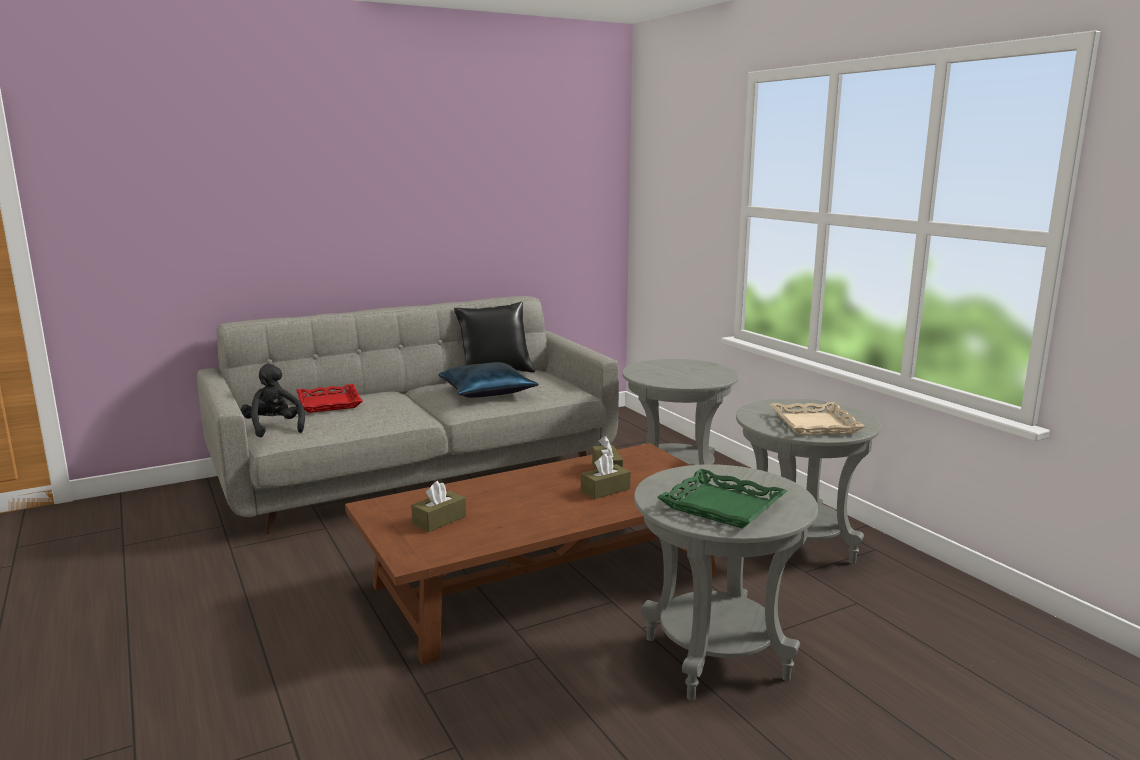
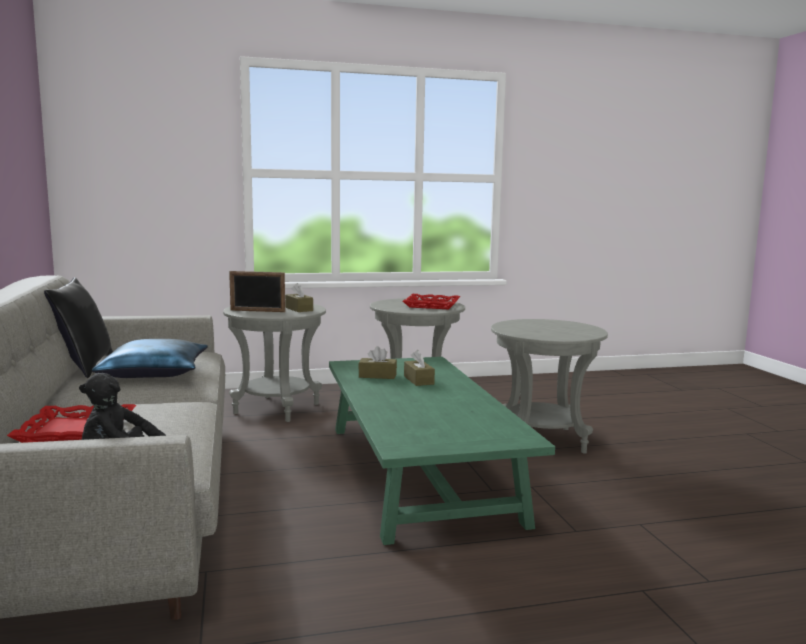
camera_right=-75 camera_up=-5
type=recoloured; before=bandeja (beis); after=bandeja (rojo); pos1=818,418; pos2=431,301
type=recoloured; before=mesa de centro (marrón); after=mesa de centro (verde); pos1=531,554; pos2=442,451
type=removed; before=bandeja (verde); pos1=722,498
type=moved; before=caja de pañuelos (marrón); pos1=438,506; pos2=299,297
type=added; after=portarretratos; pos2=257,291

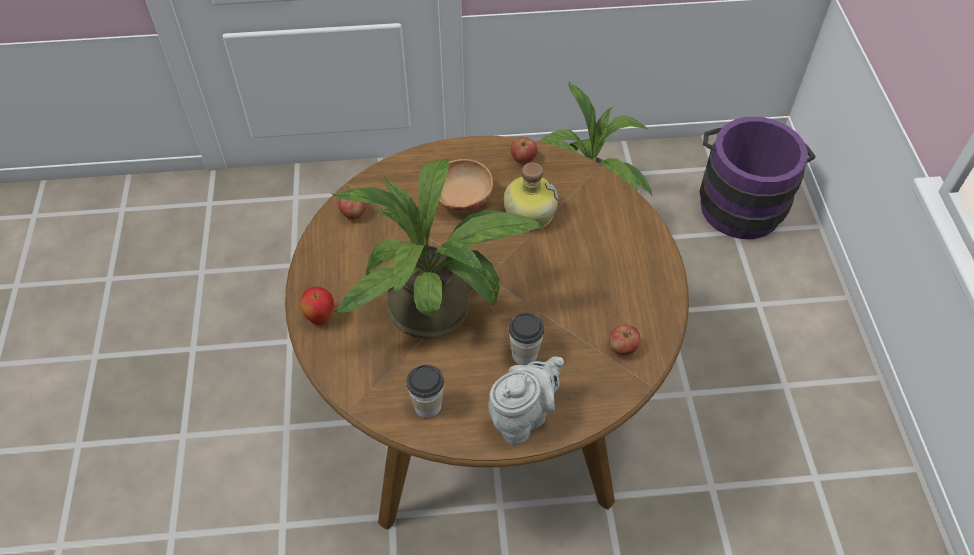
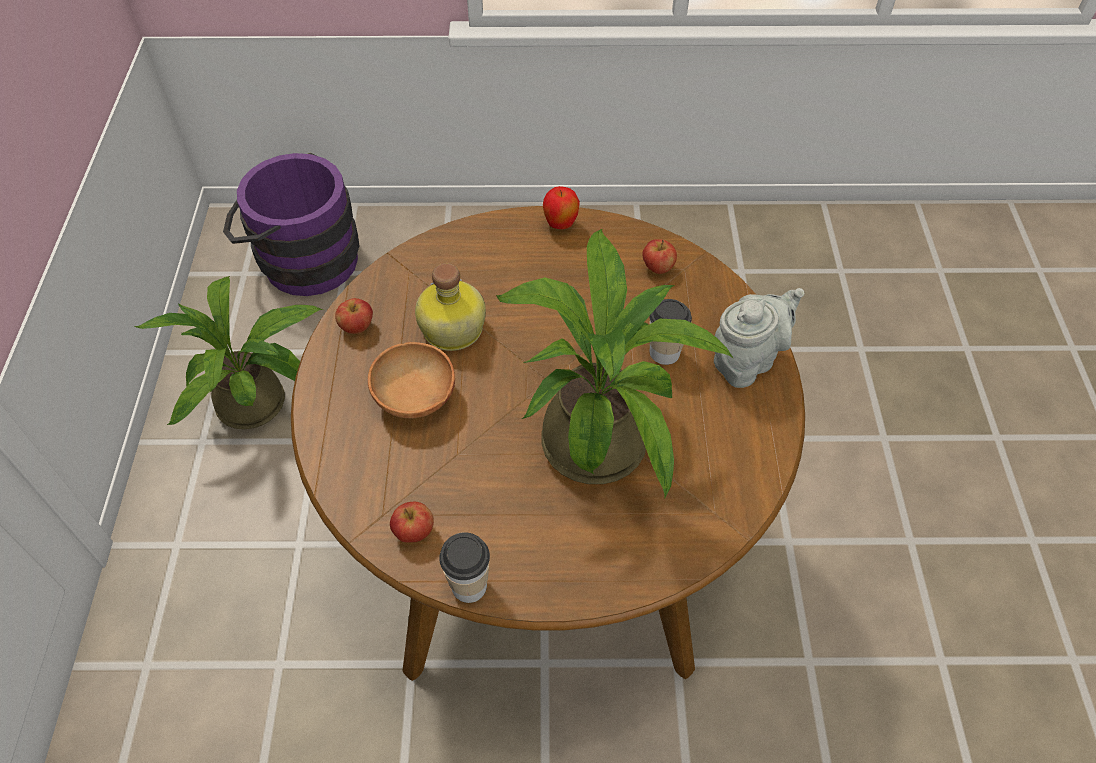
camera_right=-85 camera_up=0
type=moved; before=manzana; pos1=317,306; pos2=561,207
type=turned; before=tetera (gris); pos1=526,400; pos2=759,338; turn=90
type=moved; before=taza; pos1=425,391; pos2=464,567

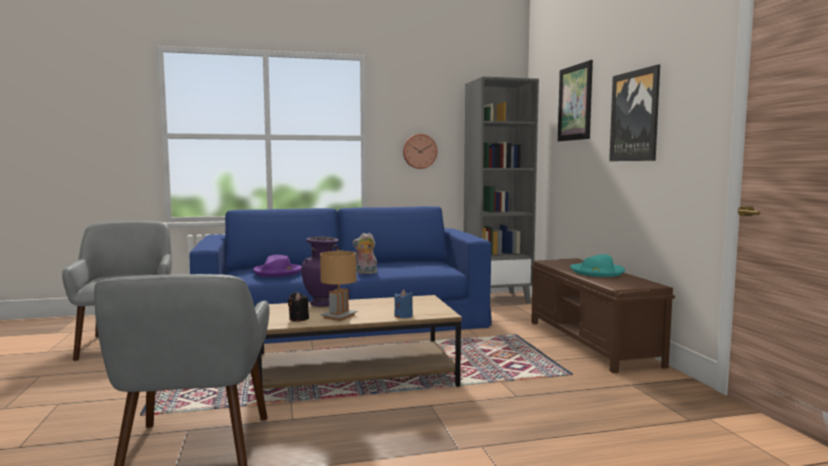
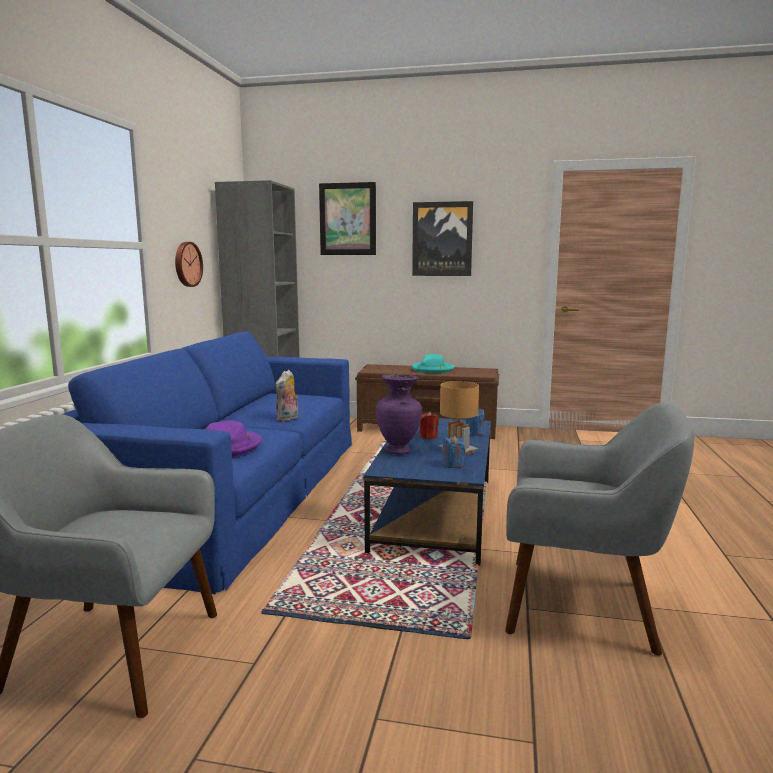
camera_right=-65 camera_up=5
type=recoloured; before=vela (negro); after=vela (azul); pos1=298,307; pos2=453,451
type=recoloured; before=mesa de centro (marrón); after=mesa de centro (azul); pos1=359,342; pos2=427,491
type=added; after=vela (rojo); pos2=429,425

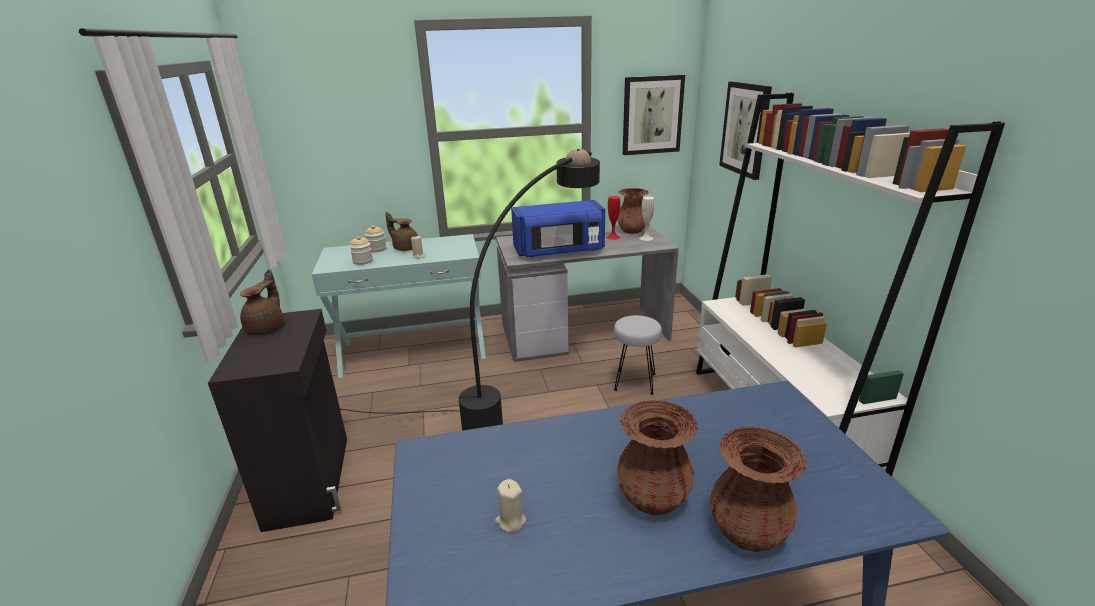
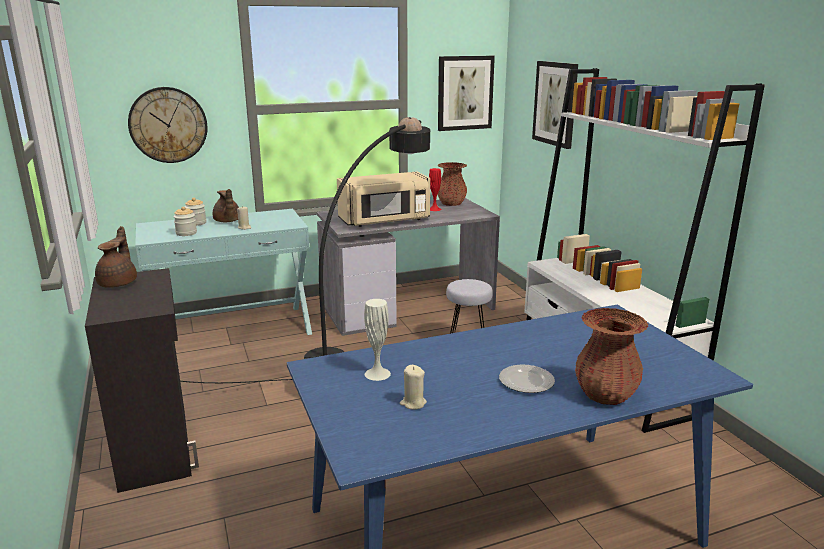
camera_right=-10 camera_up=-5
type=moved; before=florero (blanco); pos1=647,219; pos2=377,340
type=recoloured; before=microondas (azul); after=microondas (beis); pos1=558,228; pos2=383,199
type=turned; before=tetera (marrón); pos1=401,231; pos2=226,205; turn=-135
type=replaced; before=florero (marrón); after=plato; pos1=657,457; pos2=527,379
type=added; after=reloj de pared; pos2=167,125

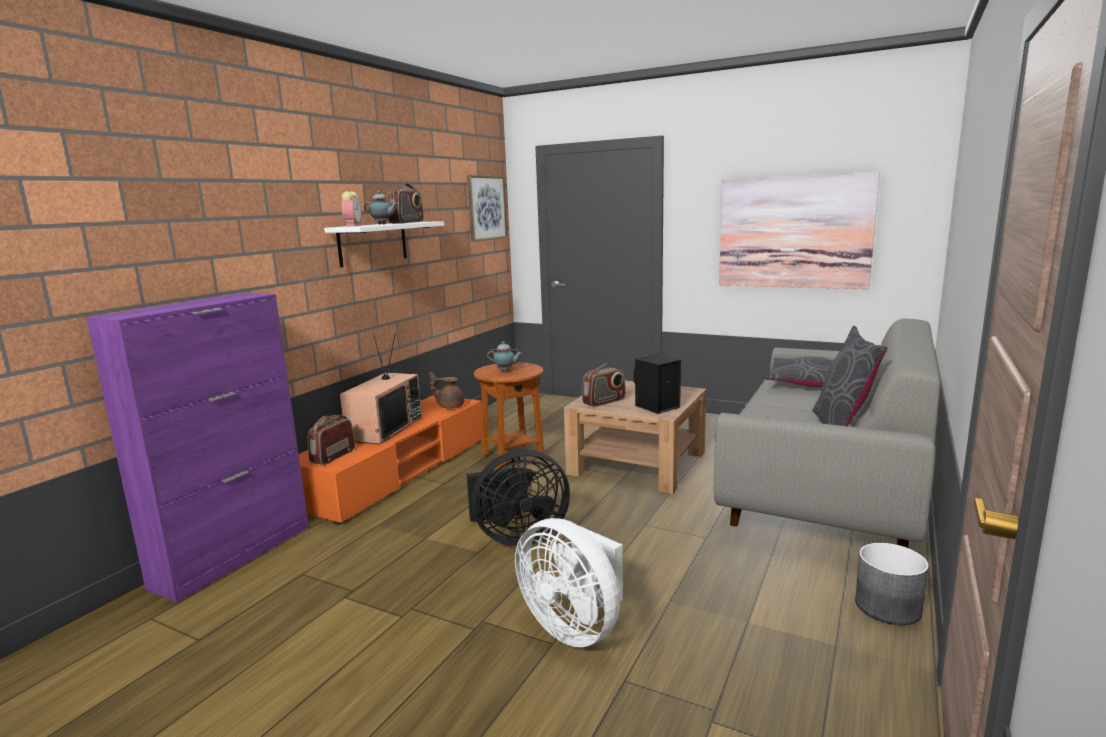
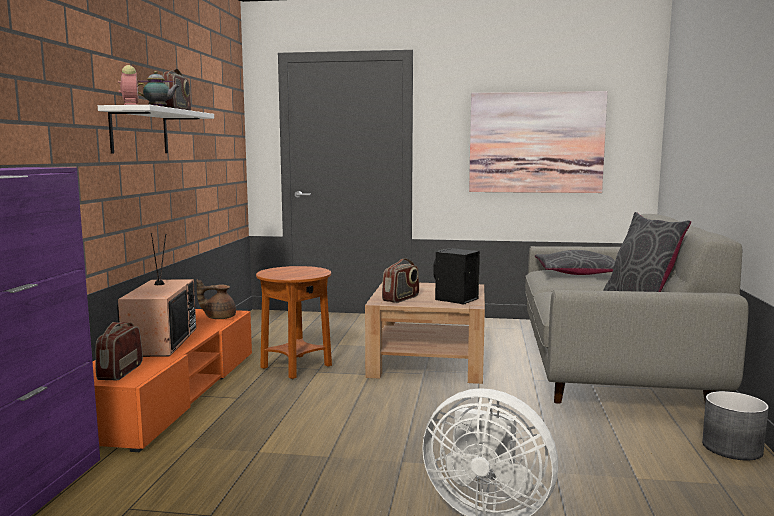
camera_right=-20 camera_up=-5
type=removed; before=cuadro; pos1=487,208
type=removed; before=tetera; pos1=505,356
type=removed; before=ventilador (negro); pos1=518,497

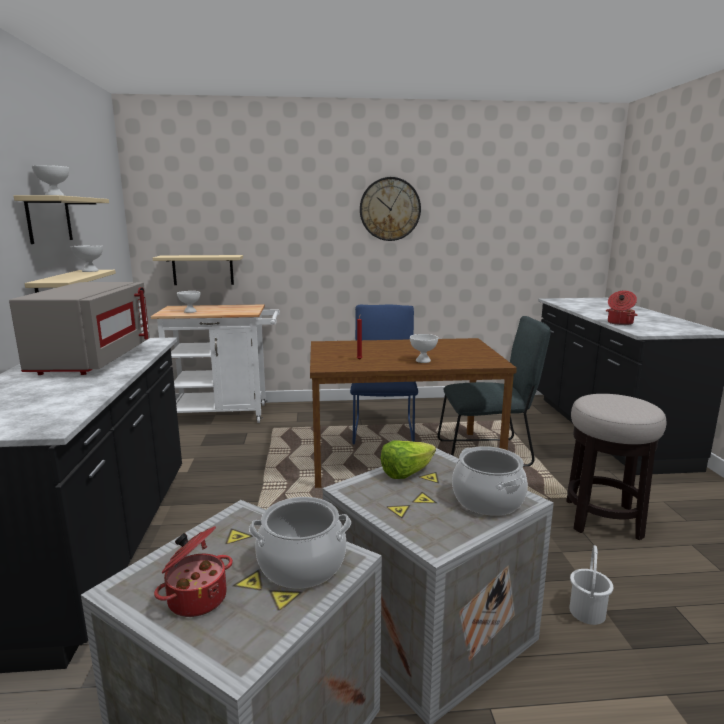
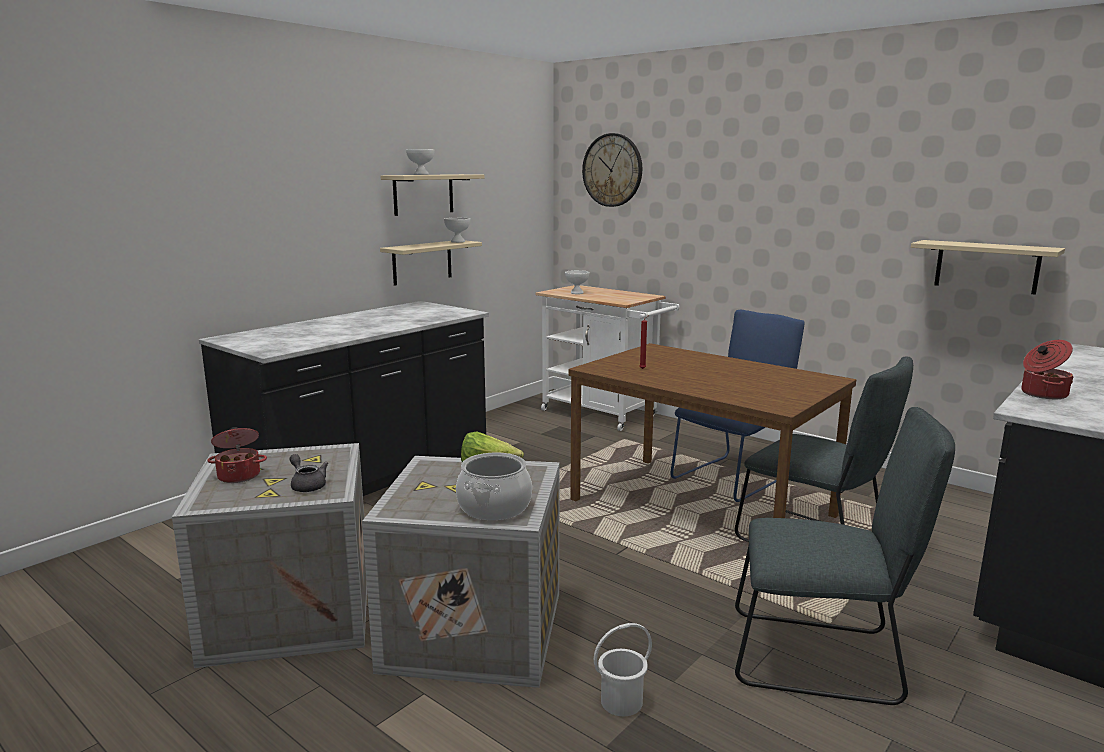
camera_right=45 camera_up=0
type=moved; before=reloj de pared; pos1=390,209; pos2=612,170
type=moved; before=estante (beis); pos1=197,270; pos2=988,267
type=removed; before=microondas (gris); pos1=79,328
type=removed; before=cuenco (blanco); pos1=424,348
type=replaced; before=taburete; after=silla (gris); pos1=616,467; pos2=845,556
type=replaced; before=olla; after=tetera (gris); pos1=300,542; pos2=309,473

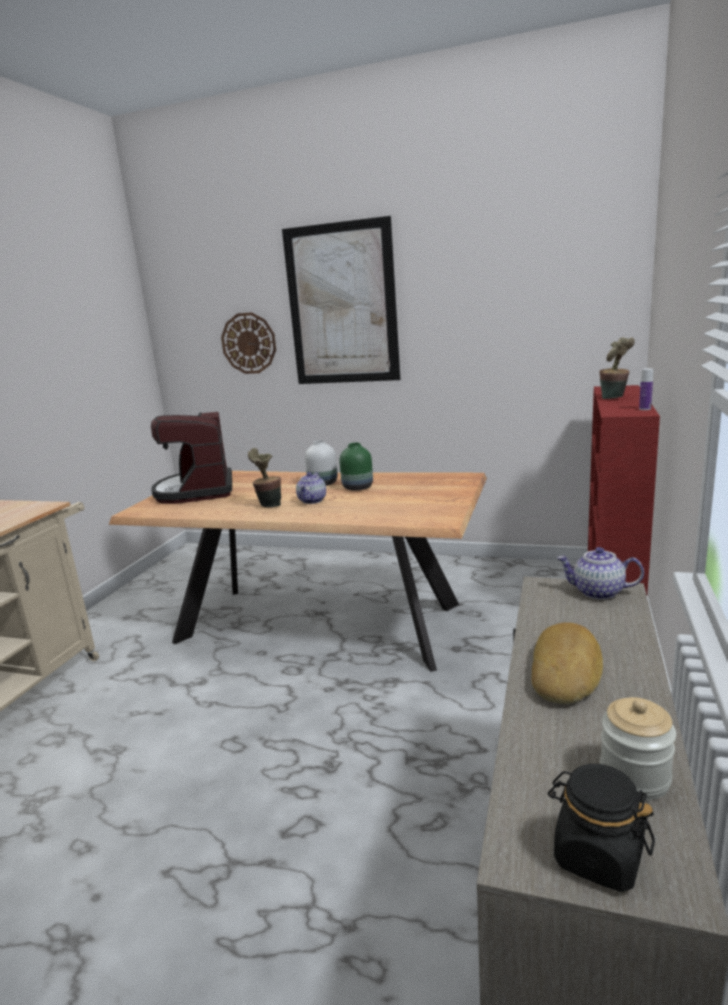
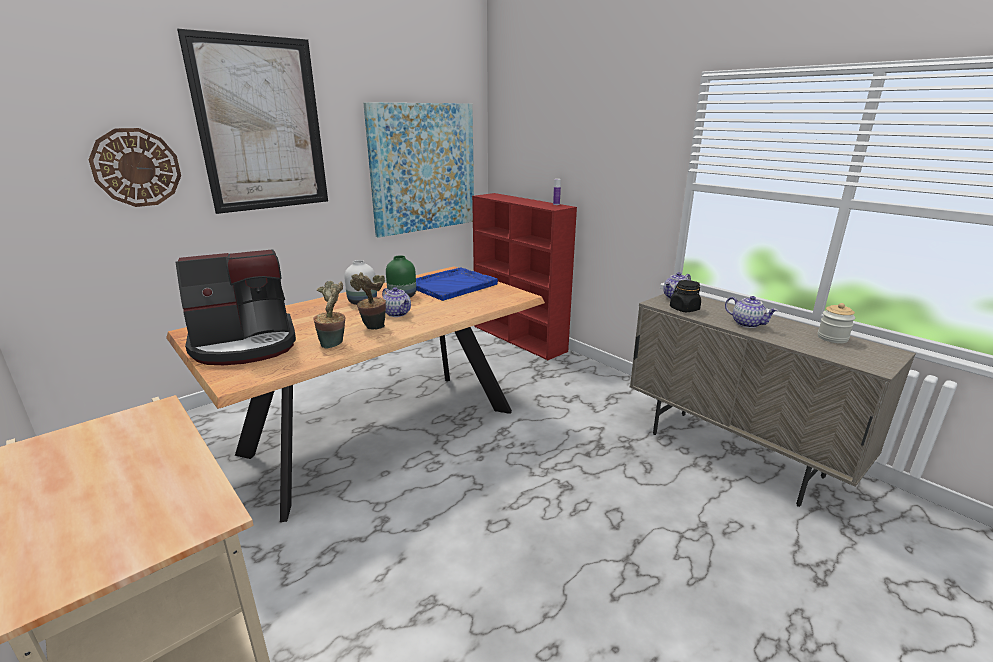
camera_right=-60 camera_up=5
type=moved; before=planta en maceta; pos1=617,368; pos2=329,314
type=turned; before=cafetera; pos1=191,458; pos2=235,307; turn=-45
type=replaced; before=pan; after=tetera; pos1=567,663; pos2=751,312
type=moved; before=tarro (negro); pos1=601,828; pos2=685,296
type=added; after=cuadro; pos2=419,170
type=added; after=bandeja (azul); pos2=457,284

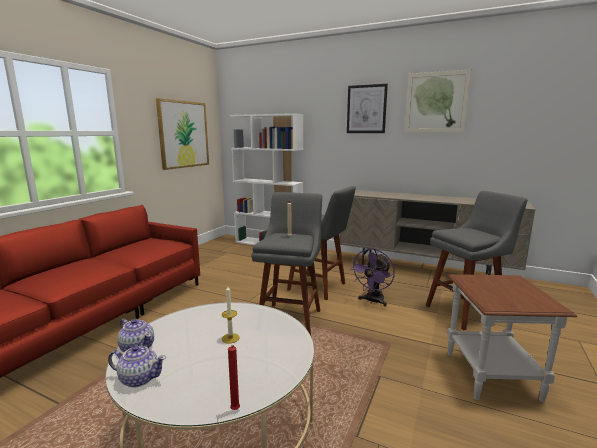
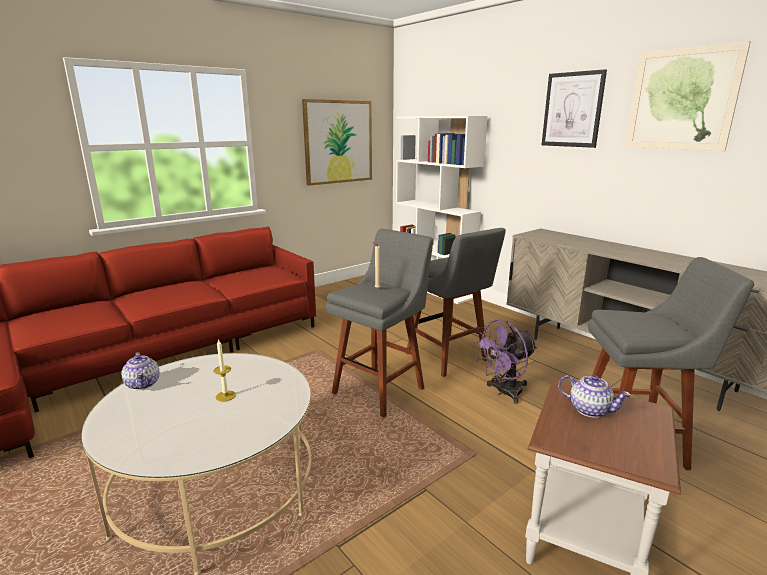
camera_right=25 camera_up=5
type=removed; before=vela (rojo); pos1=234,377
type=moved; before=tetera; pos1=137,366; pos2=594,396

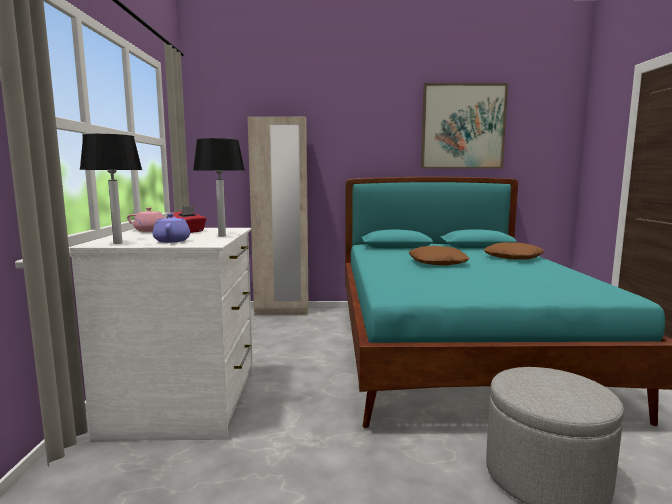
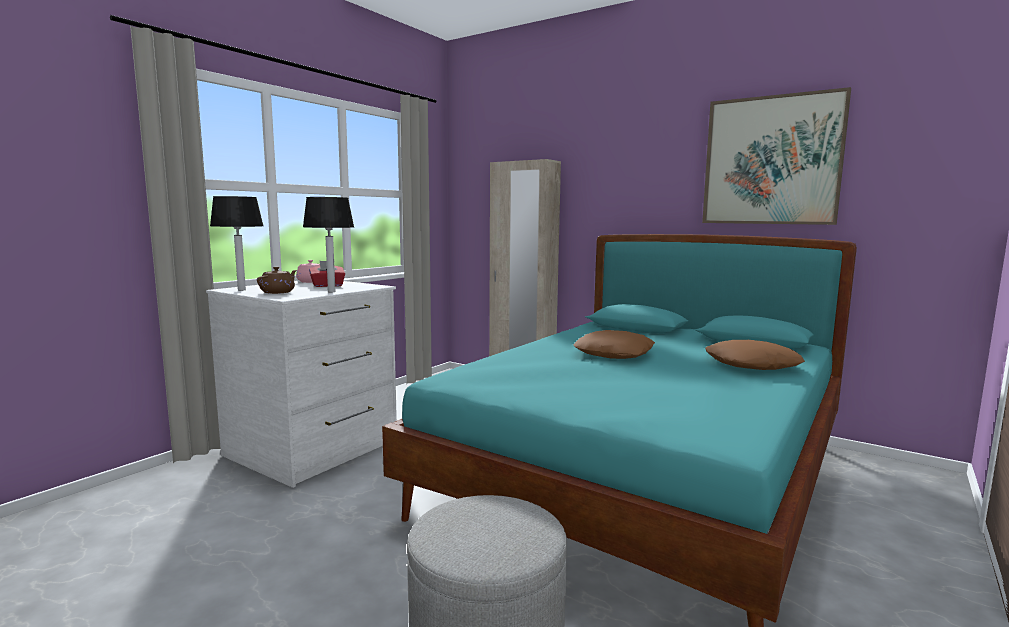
camera_right=35 camera_up=0
type=recoloured; before=tetera (morado); after=tetera (marrón); pos1=171,228; pos2=277,280

